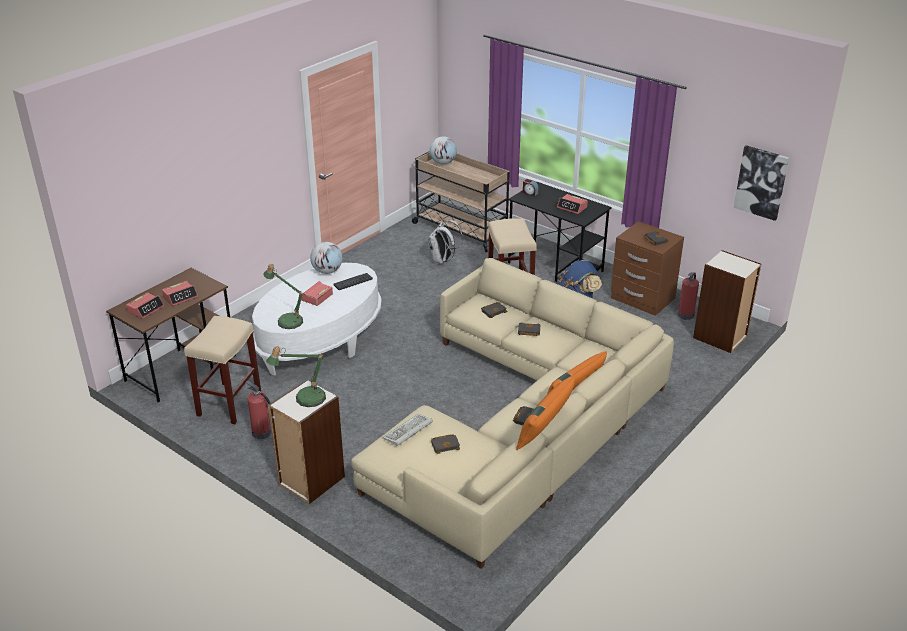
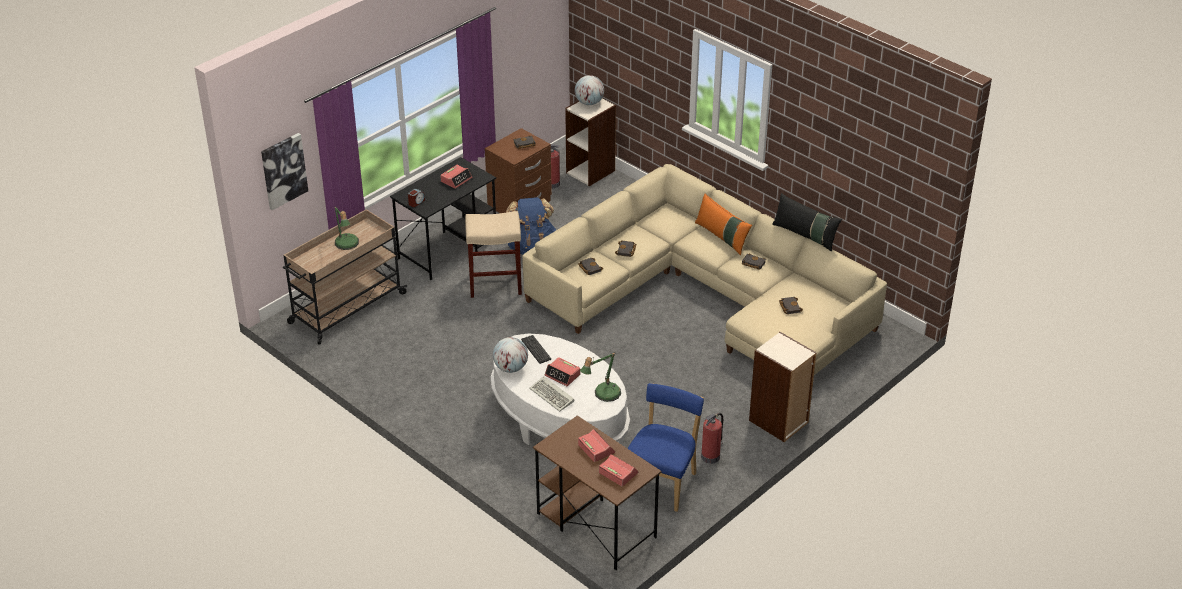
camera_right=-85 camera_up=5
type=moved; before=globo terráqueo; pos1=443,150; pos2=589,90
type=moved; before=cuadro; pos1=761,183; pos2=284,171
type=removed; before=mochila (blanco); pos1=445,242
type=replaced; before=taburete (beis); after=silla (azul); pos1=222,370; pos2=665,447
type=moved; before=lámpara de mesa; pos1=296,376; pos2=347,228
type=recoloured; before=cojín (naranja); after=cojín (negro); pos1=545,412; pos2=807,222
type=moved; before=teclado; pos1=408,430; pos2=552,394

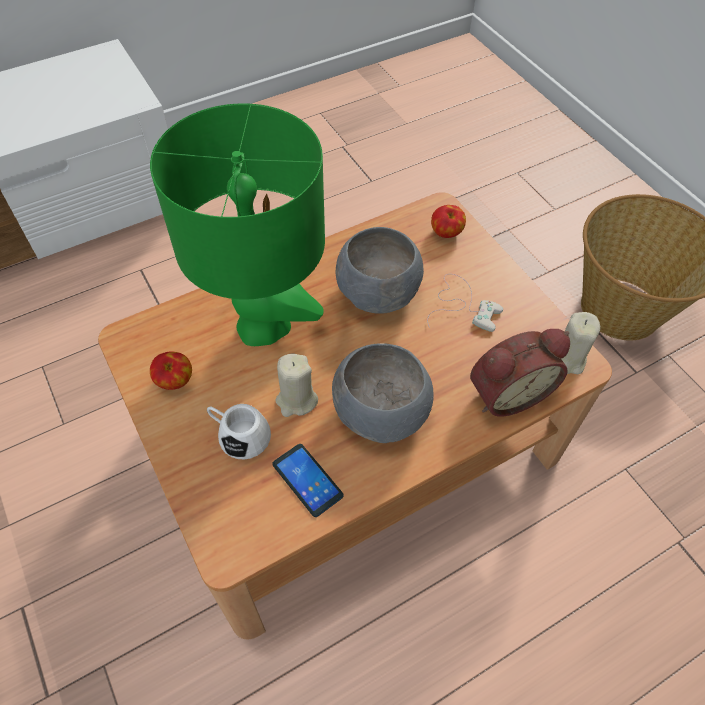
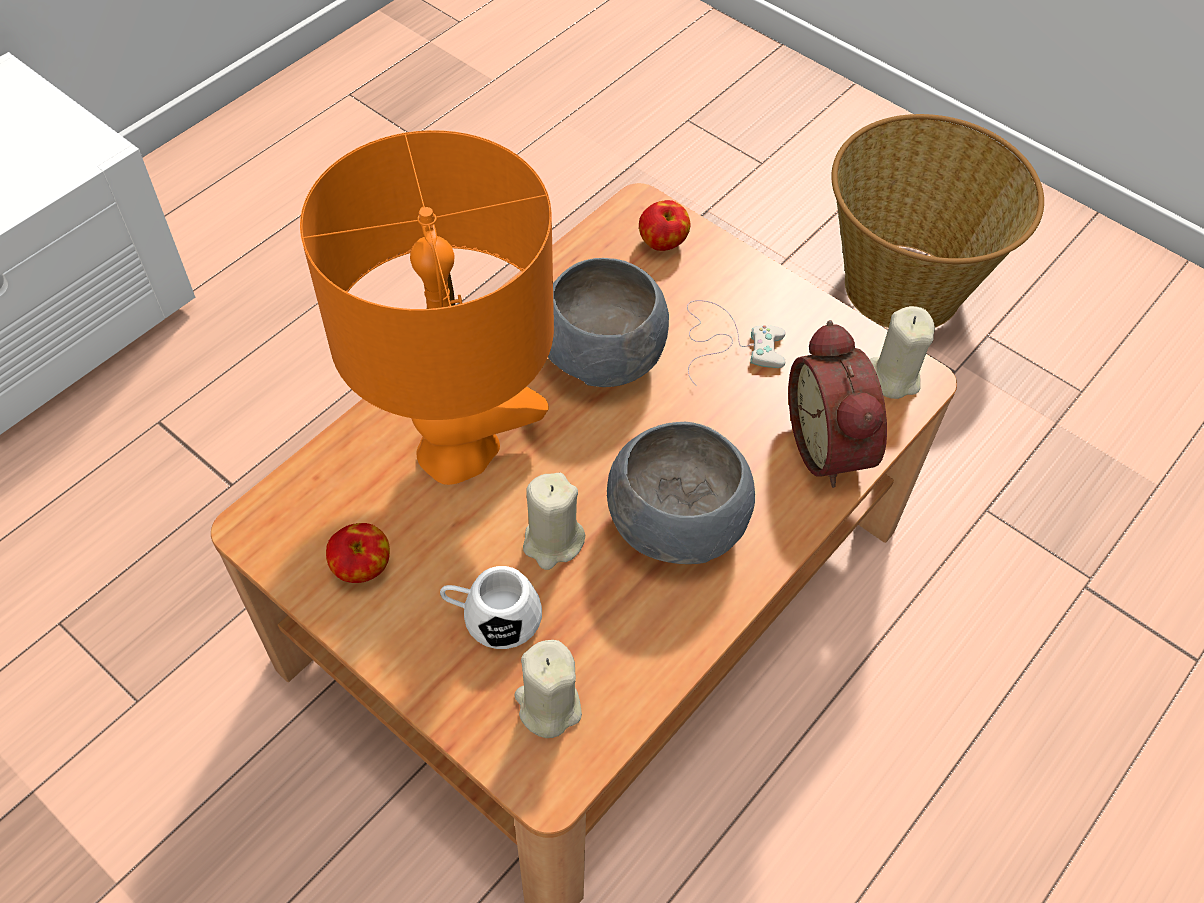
camera_right=-20 camera_up=0
type=recoloured; before=lámpara de mesa (verde); after=lámpara de mesa (naranja); pos1=237,224; pos2=427,307
type=turned; before=despertador; pos1=520,373; pos2=837,404; turn=120
type=removed; before=móvil; pos1=308,480
type=added; after=vela (beis); pos2=548,689

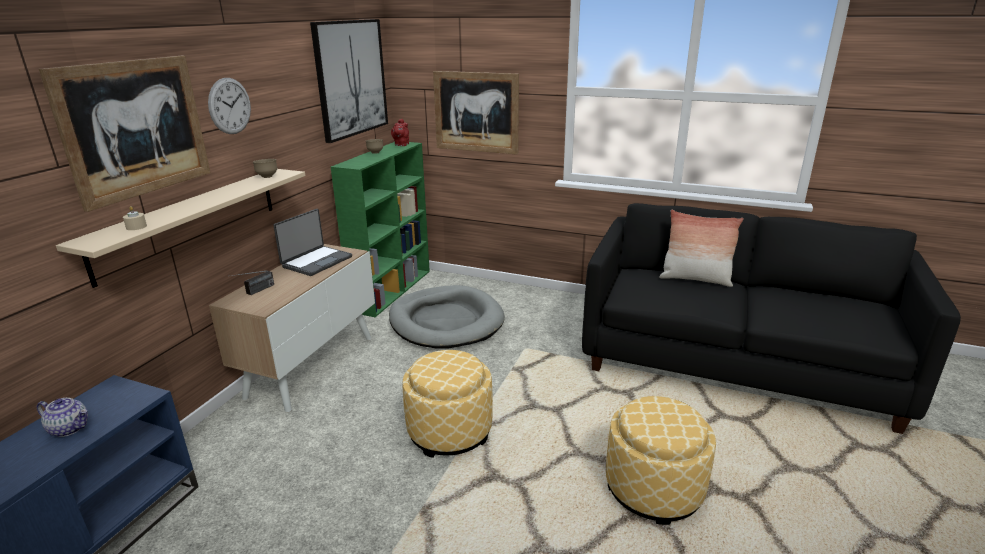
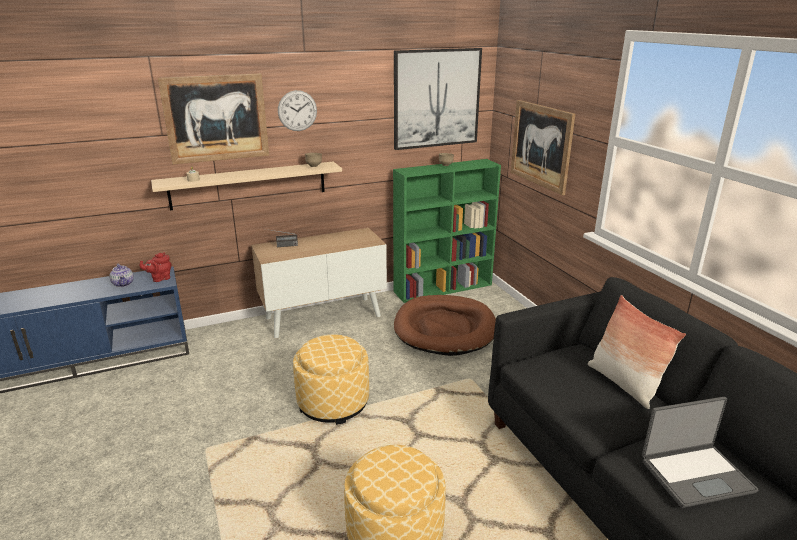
camera_right=45 camera_up=0
type=moved; before=tetera (rojo); pos1=400,132; pos2=155,267
type=moved; before=portátil; pos1=312,242; pos2=700,452
type=recoloured; before=cama para perro (gris); after=cama para perro (marrón); pos1=447,316; pos2=445,325

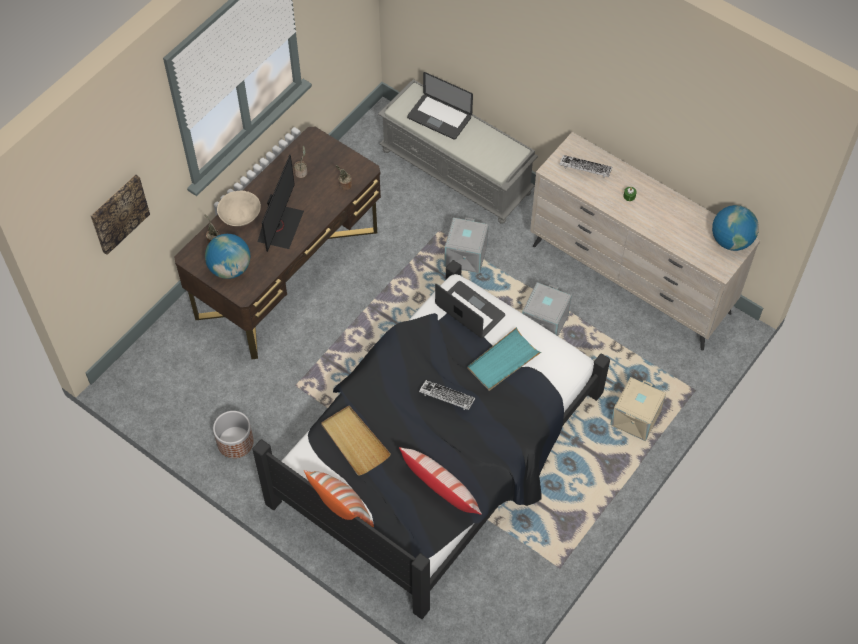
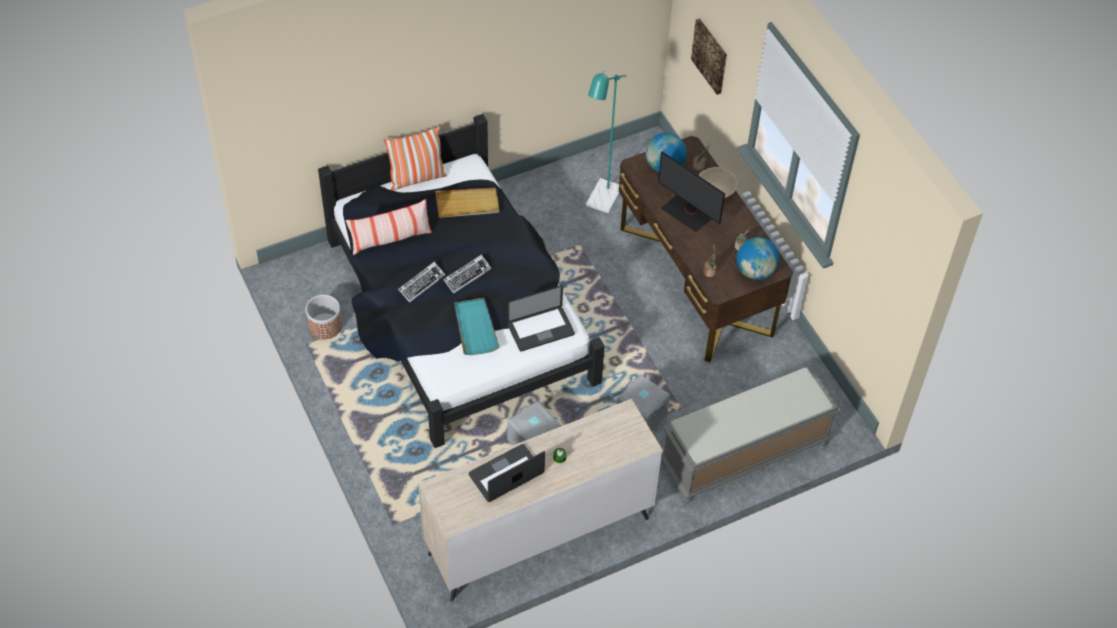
camera_right=115 camera_up=-5
type=moved; before=portátil; pos1=440,106; pos2=507,473
type=moved; before=teclado; pos1=585,166; pos2=421,282
type=moved; before=globo terráqueo; pos1=735,228; pos2=758,258
type=removed; before=caja de almacenaje (beis); pos1=638,409
type=moved; before=maceta; pos1=233,434; pos2=324,317
type=added; after=lámpara de pie (turquesa); pos2=606,142

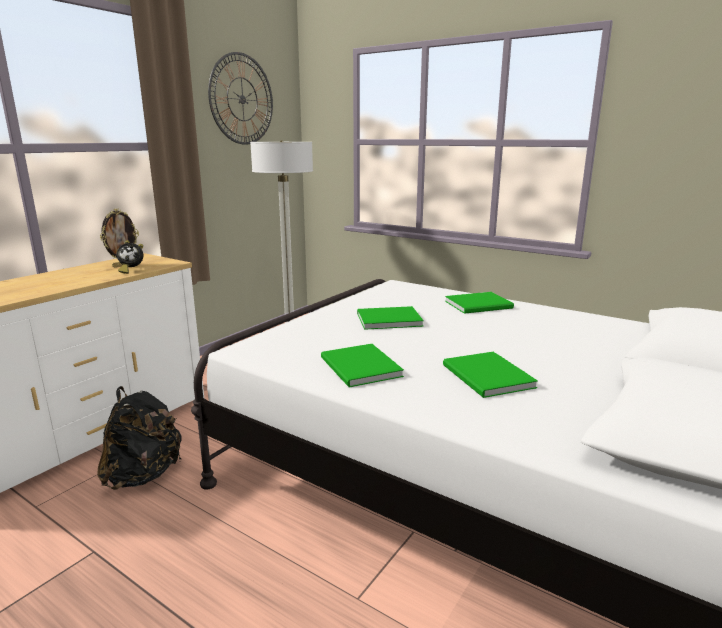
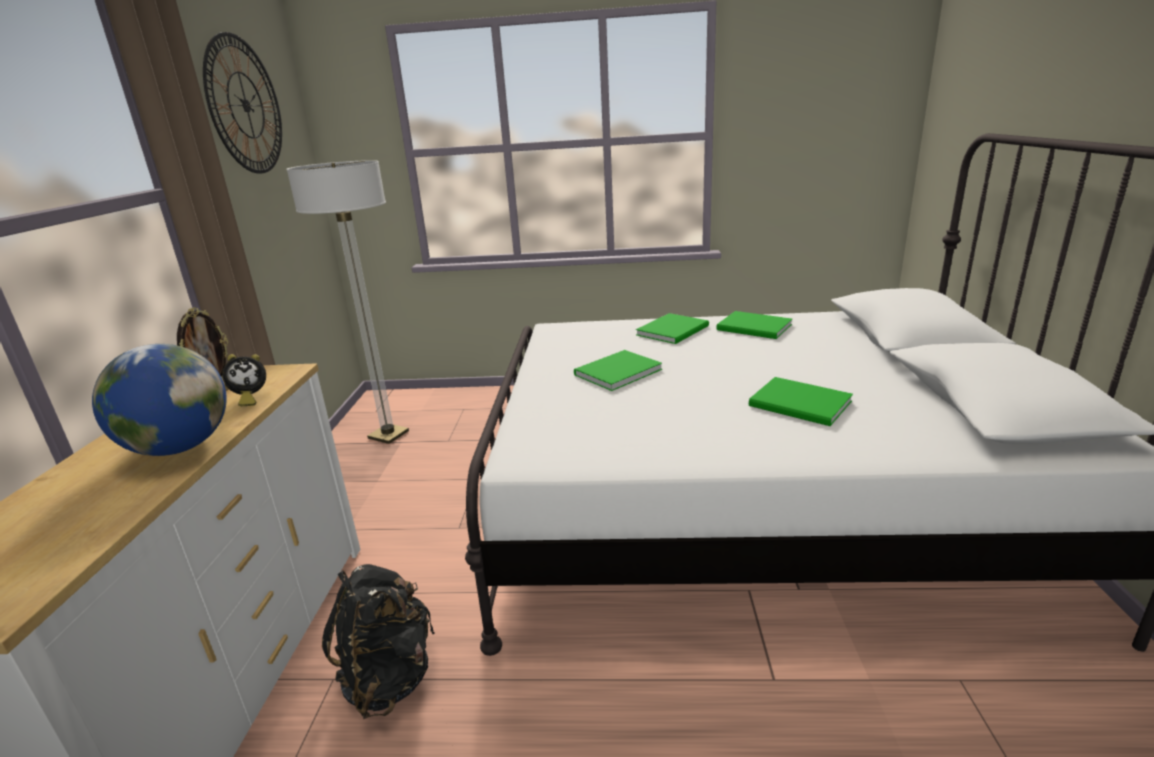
camera_right=-30 camera_up=5
type=moved; before=libro (verde); pos1=362,365; pos2=754,325
type=added; after=globo terráqueo; pos2=159,400

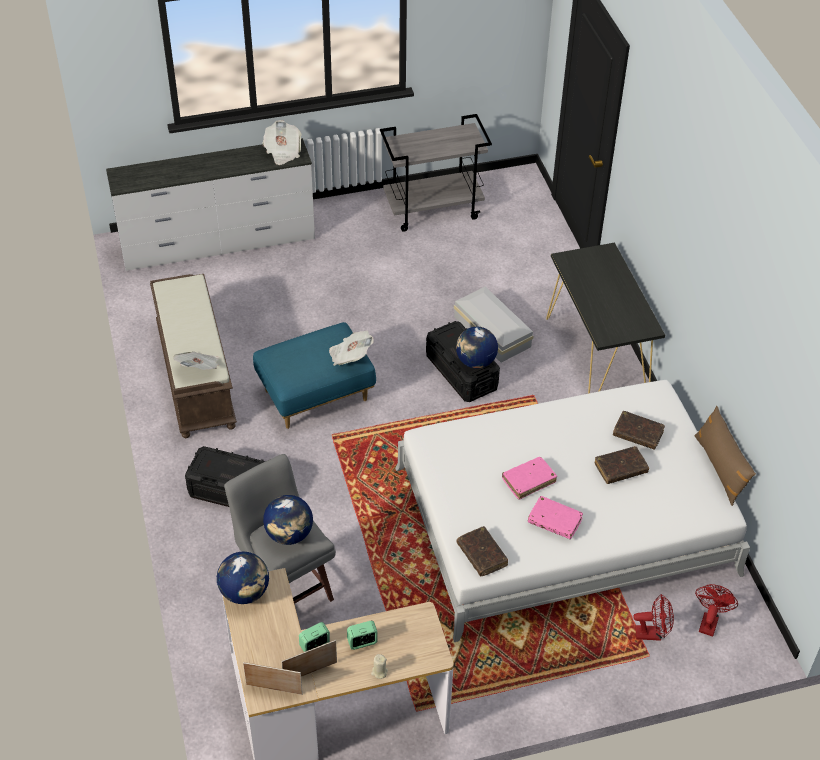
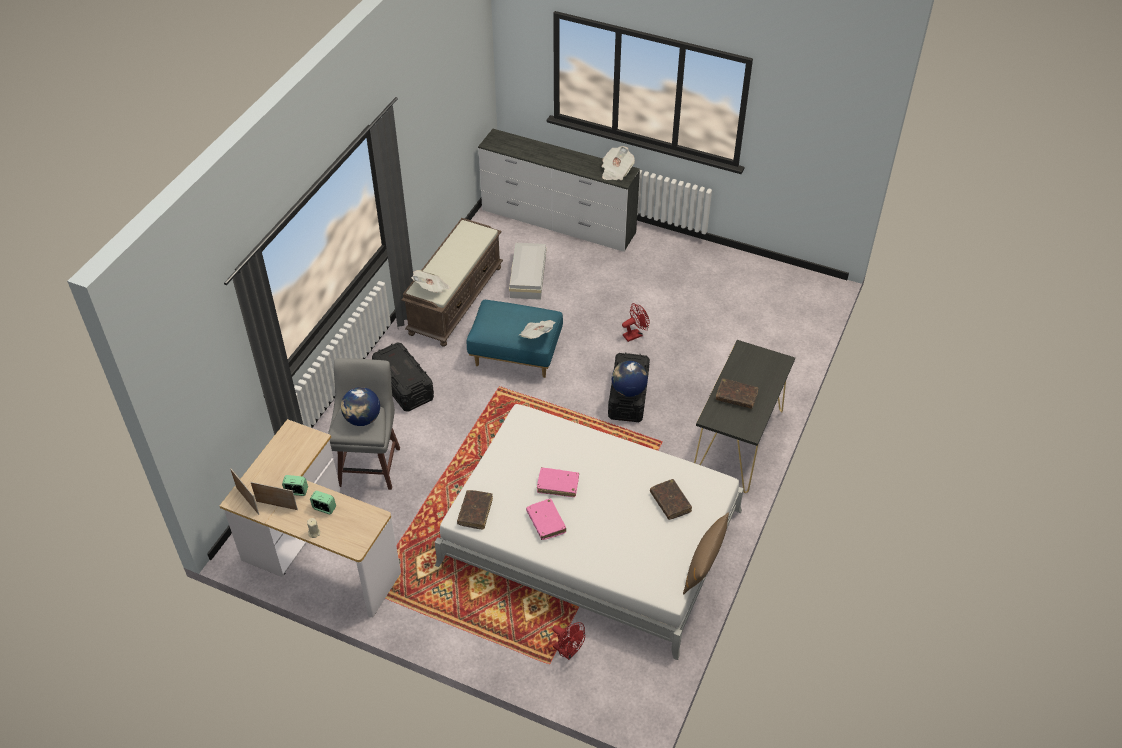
camera_right=40 camera_up=0
type=removed; before=carrito (gris); pos1=436,173
type=moved; before=caja de almacenaje (blanco); pos1=494,325; pos2=527,271
type=moved; before=libro (marrón); pos1=622,465; pos2=737,393
type=removed; before=globo terráqueo; pos1=243,578
type=moved; before=ventilador (rojo); pos1=716,610; pos2=636,322

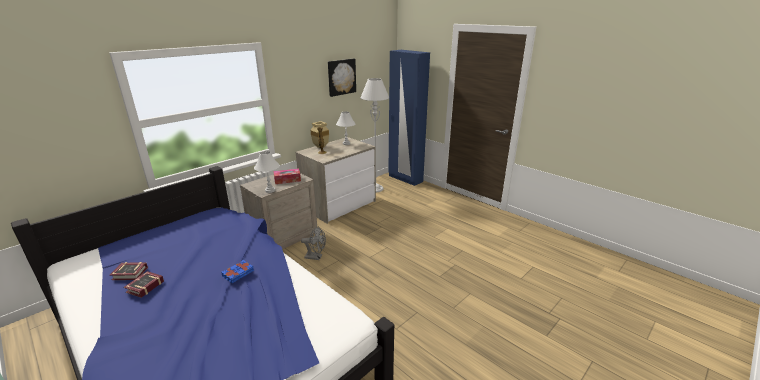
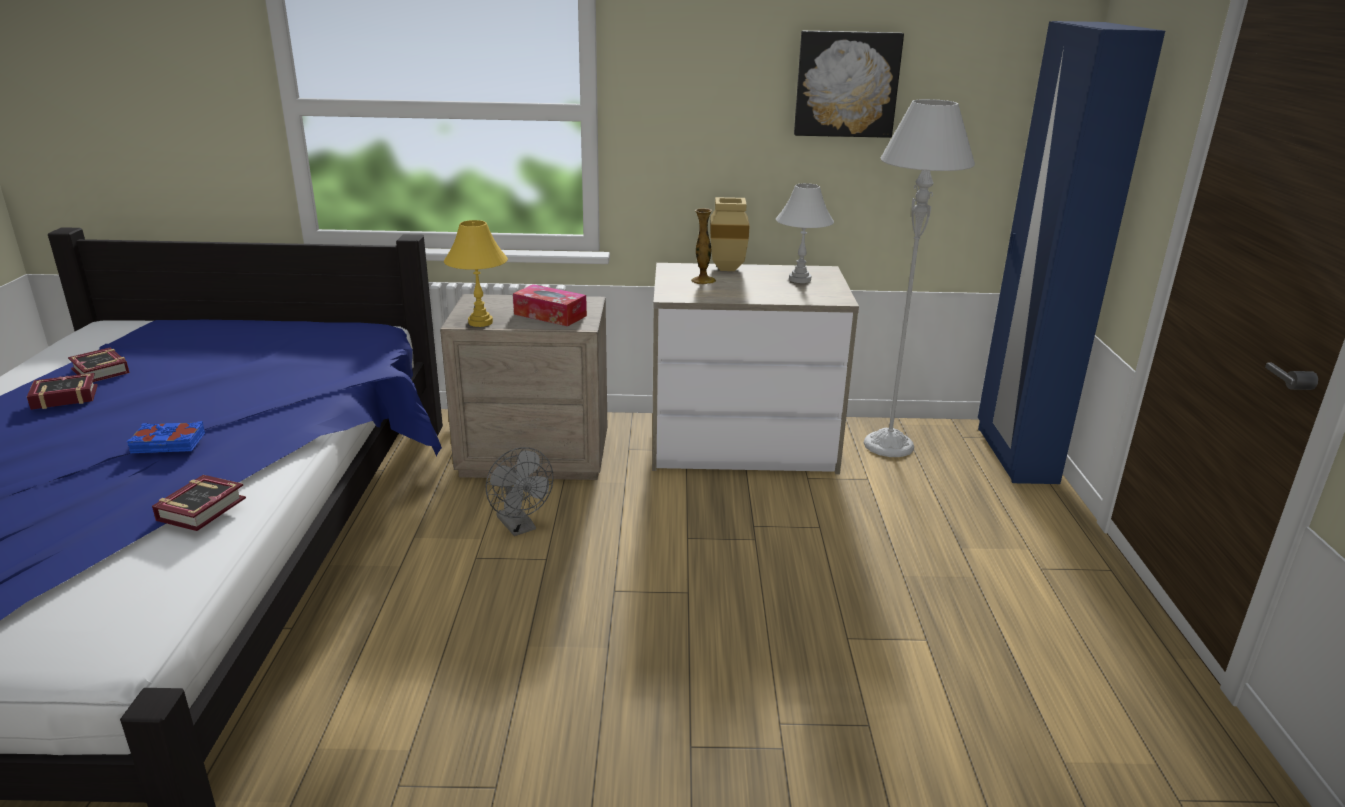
camera_right=45 camera_up=0
type=recoloured; before=lámpara de mesa (blanco); after=lámpara de mesa (amarillo); pos1=267,172; pos2=476,273
type=added; after=libro; pos2=199,503

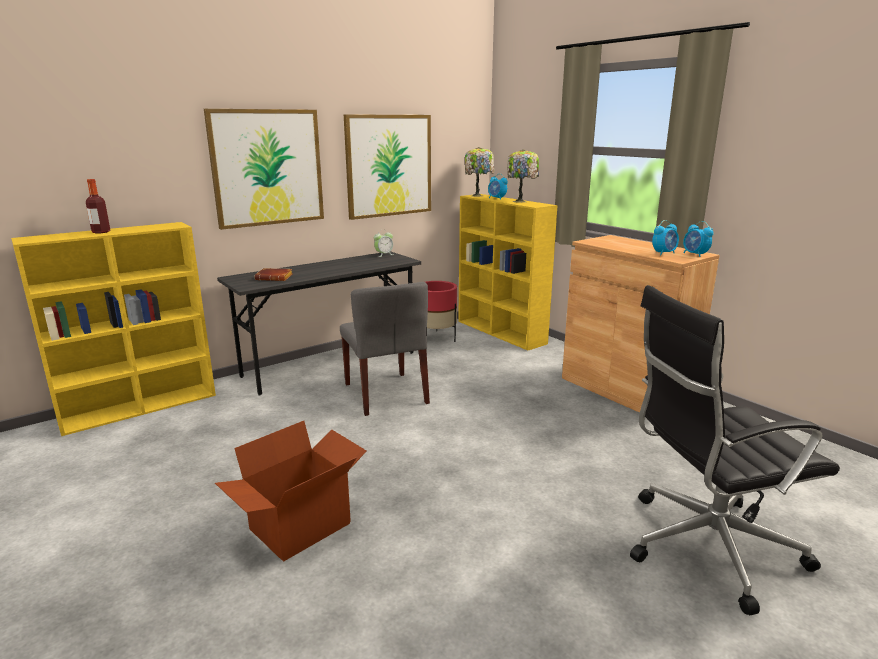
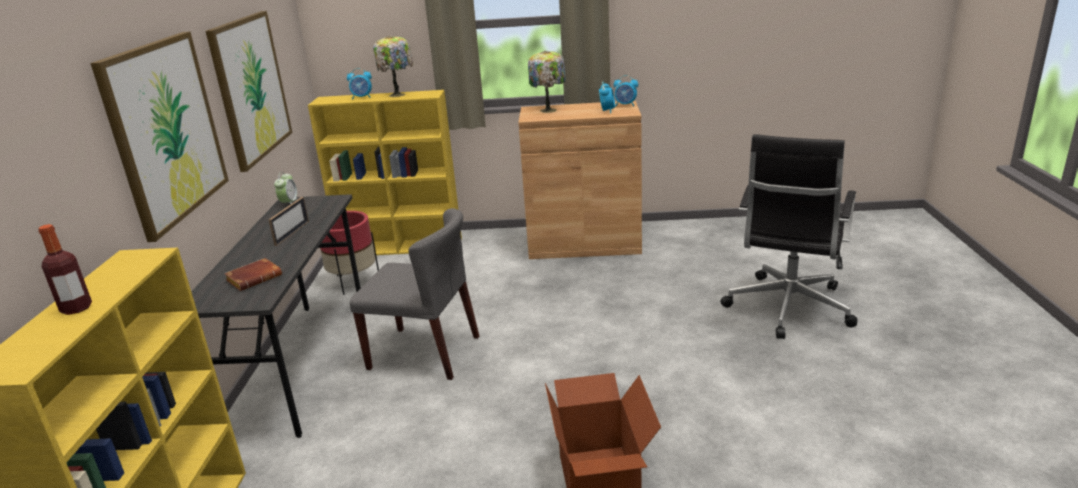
camera_right=-50 camera_up=5
type=moved; before=lámpara de mesa; pos1=479,172; pos2=547,82
type=added; after=portarretratos; pos2=289,221

